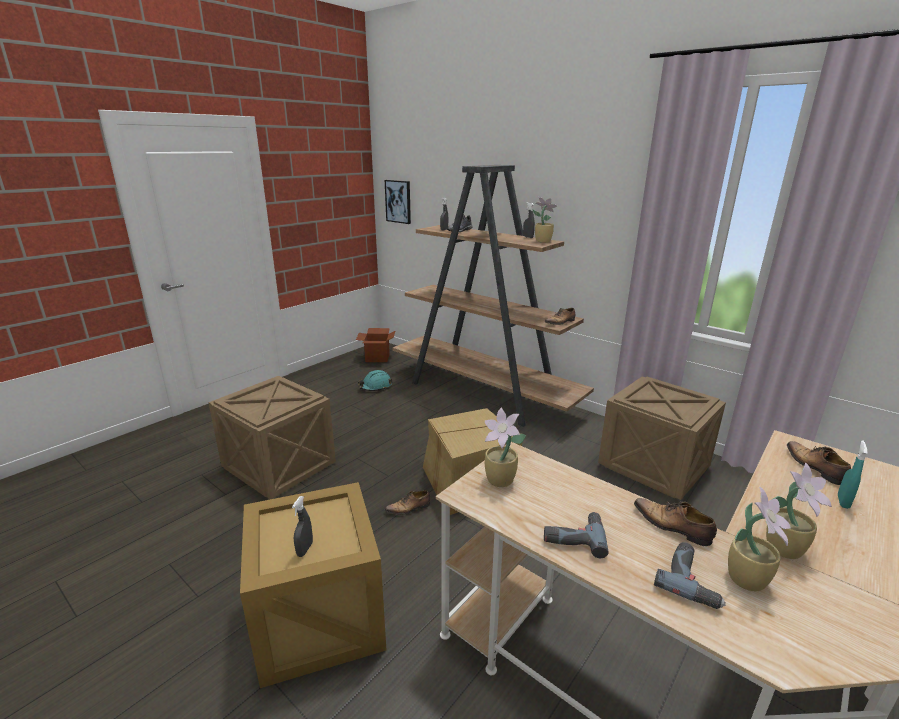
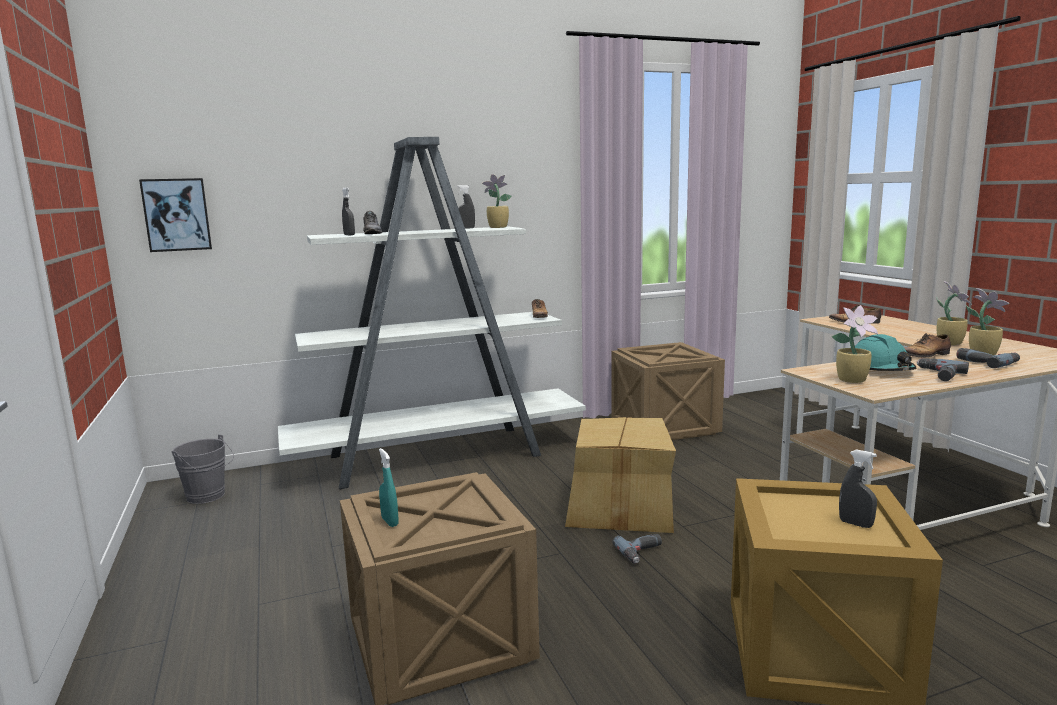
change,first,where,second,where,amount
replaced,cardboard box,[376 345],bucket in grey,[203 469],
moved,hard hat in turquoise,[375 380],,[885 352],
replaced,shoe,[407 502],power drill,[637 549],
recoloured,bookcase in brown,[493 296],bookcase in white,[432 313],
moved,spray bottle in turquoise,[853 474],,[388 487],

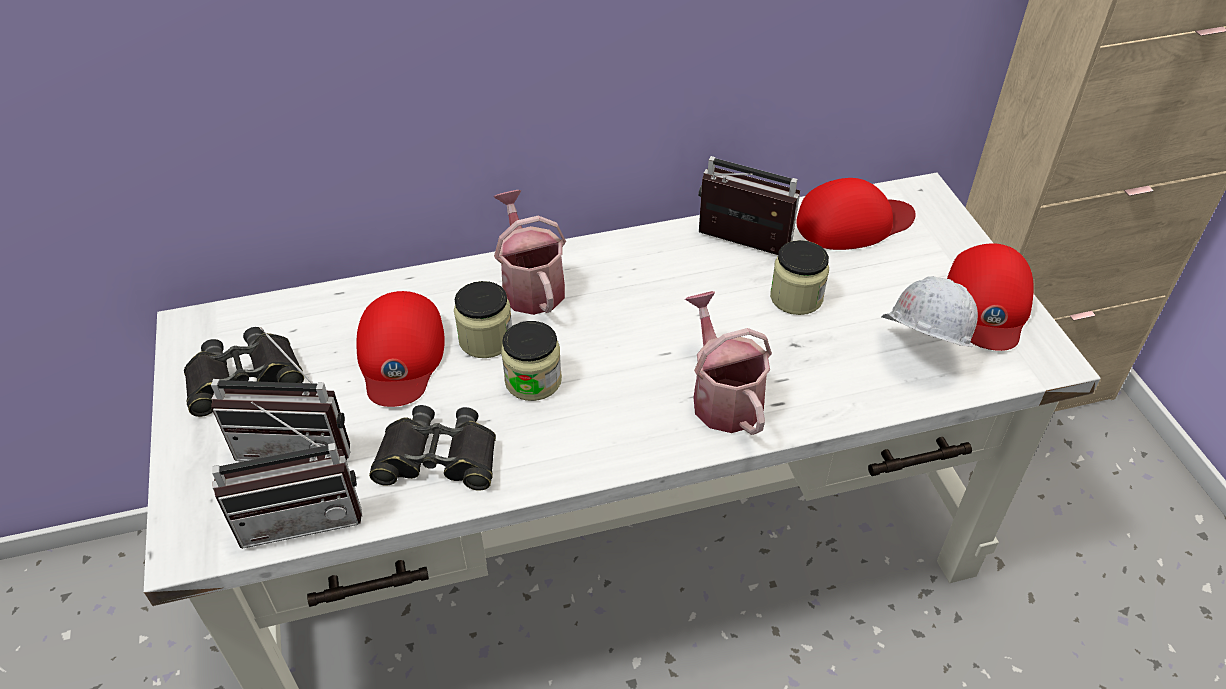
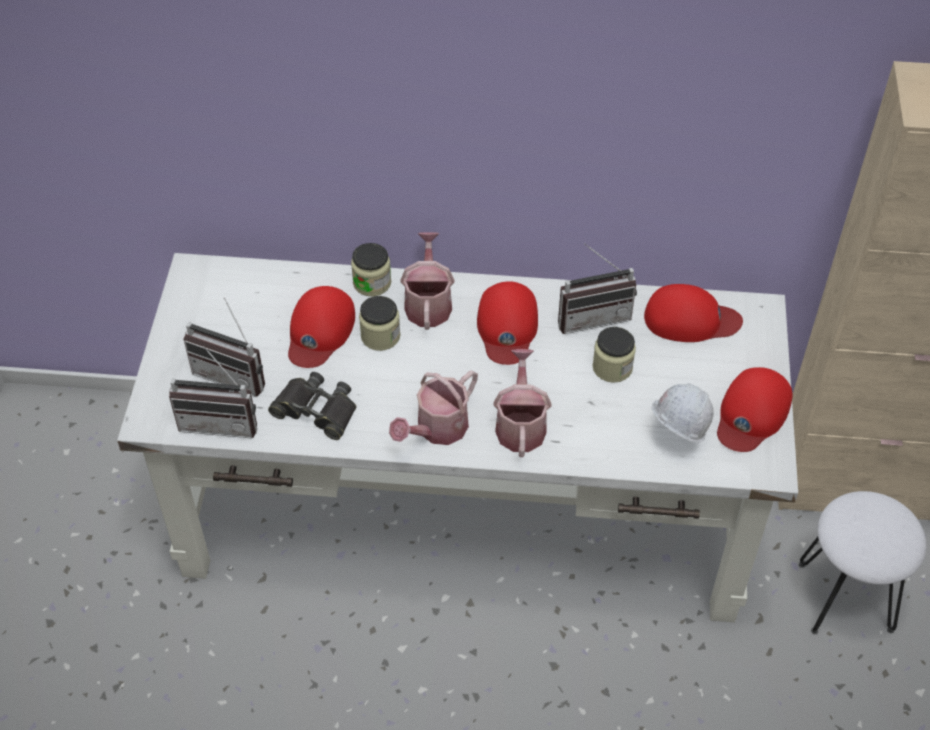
change,first,where,second,where,amount
removed,binoculars in black,[244 372],,,
moved,jar,[531 361],,[371 269],
turned,radio,[749 205],,[597 288],120 degrees clockwise
added,,,watering can,[433 407],
added,,,cap in red,[507 323],
added,,,stool in white,[863 562],

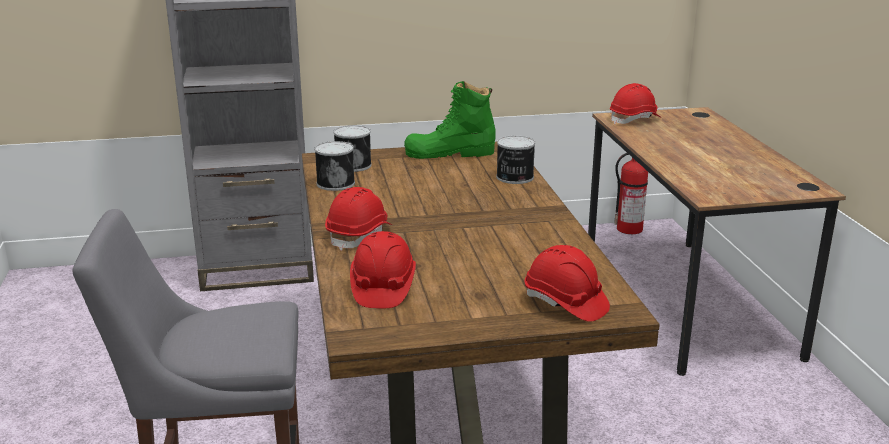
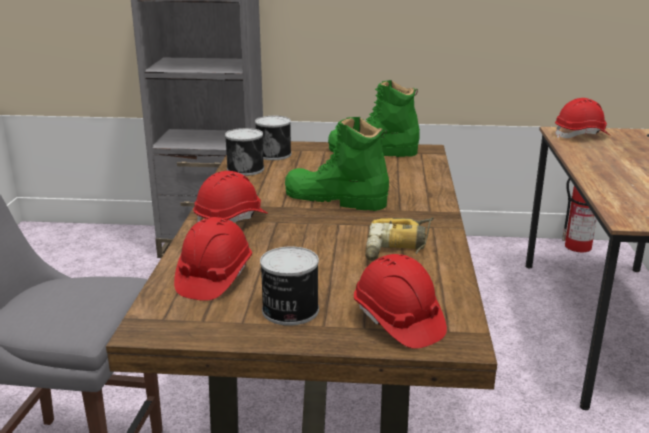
change,first,where,second,where,amount
moved,can,[515 159],,[289 286],
added,,,boot in green,[337 164],
added,,,power drill,[399 239],

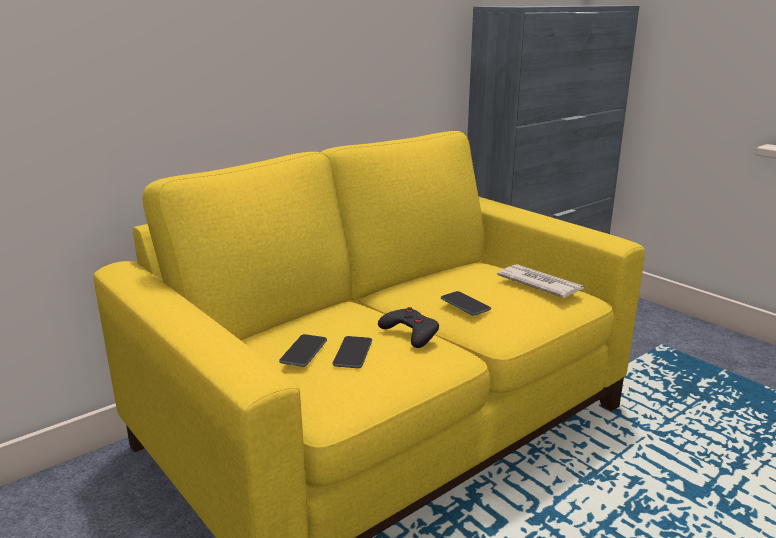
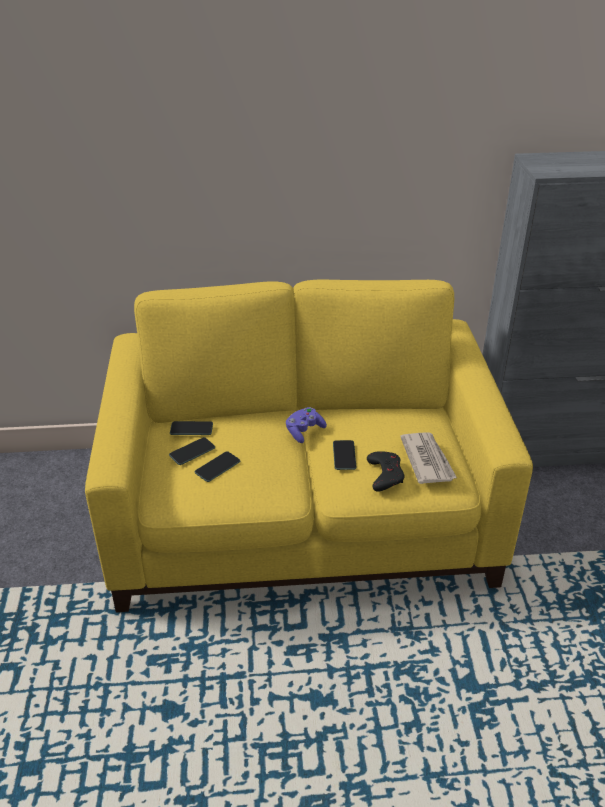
change,first,where,second,where,amount
moved,game controller in black,[408 327],,[386 471],
added,,,phone,[191 428],
added,,,game controller in purple,[306 425],

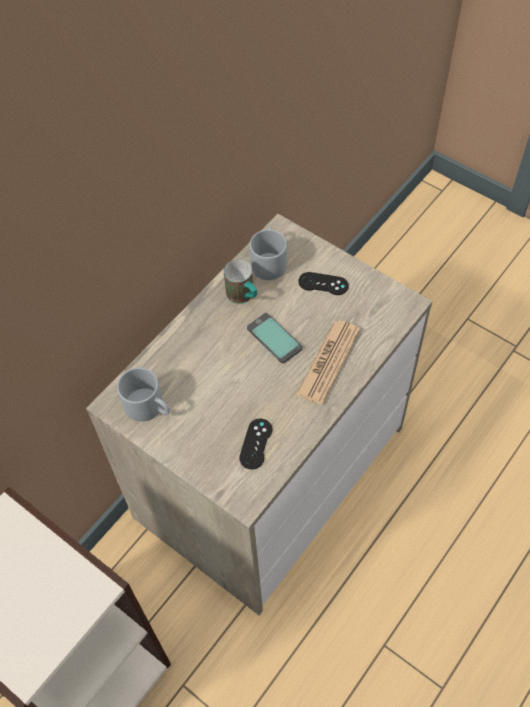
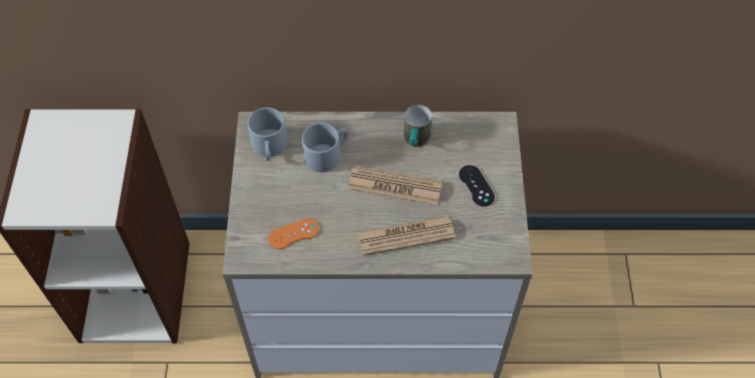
change,first,where,second,where,amount
recoloured,game controller in black,[255 444],game controller in orange,[293 233],
replaced,phone,[274 338],newspaper,[395 185],
moved,mug in grey,[268 253],,[325 147],

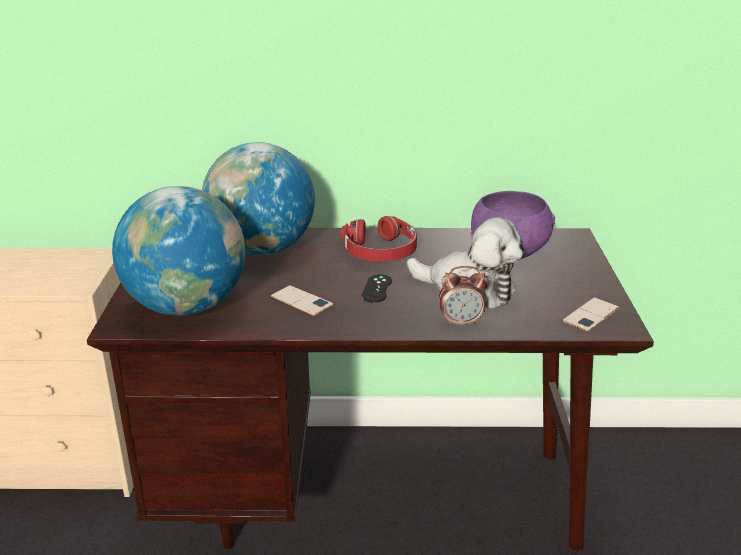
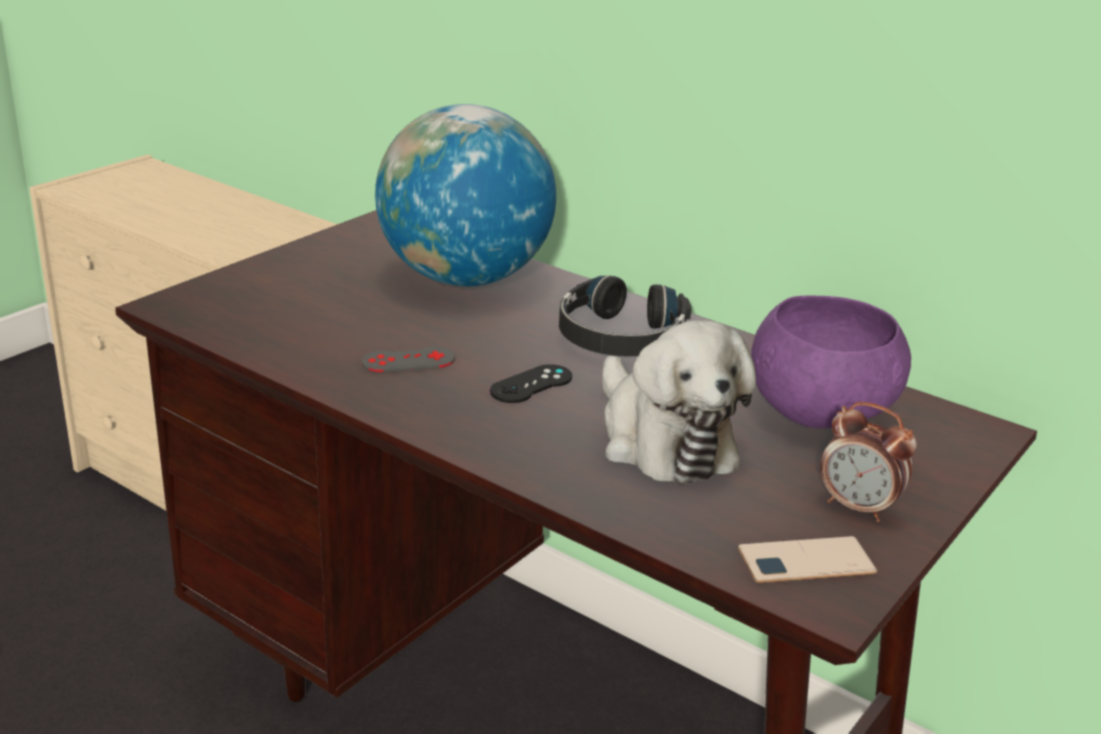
change,first,where,second,where,amount
removed,globe,[178 251],,,
replaced,phone,[302 300],game controller in grey,[408 359],
recoloured,headphones in red,[379 238],headphones in black,[625 316],
moved,alarm clock,[463 296],,[868 462],

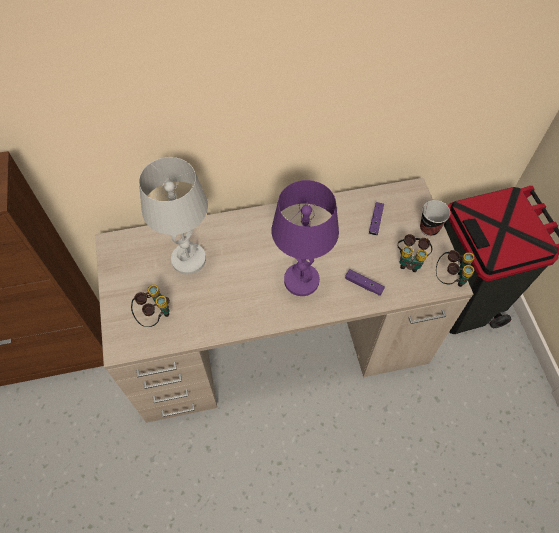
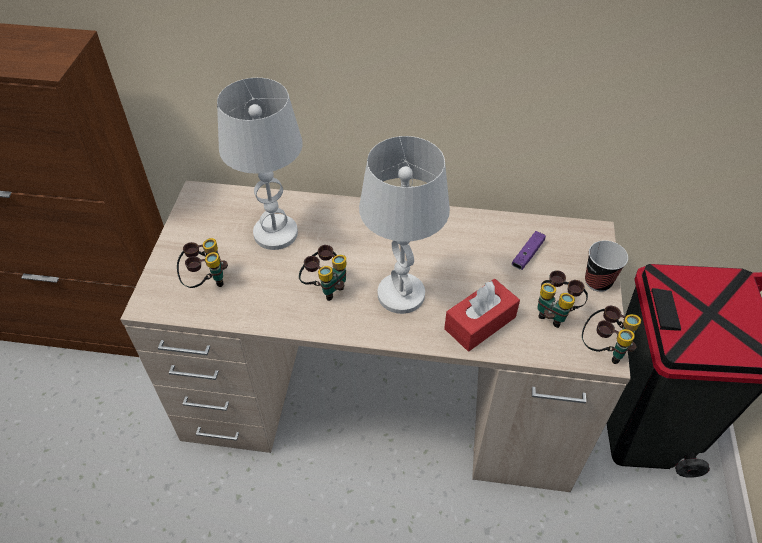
change,first,where,second,where,amount
recoloured,table lamp in purple,[305 238],table lamp in white,[404 225],
replaced,game controller in purple,[365 283],tissue box in red,[482 315],
added,,,binoculars,[322 273],

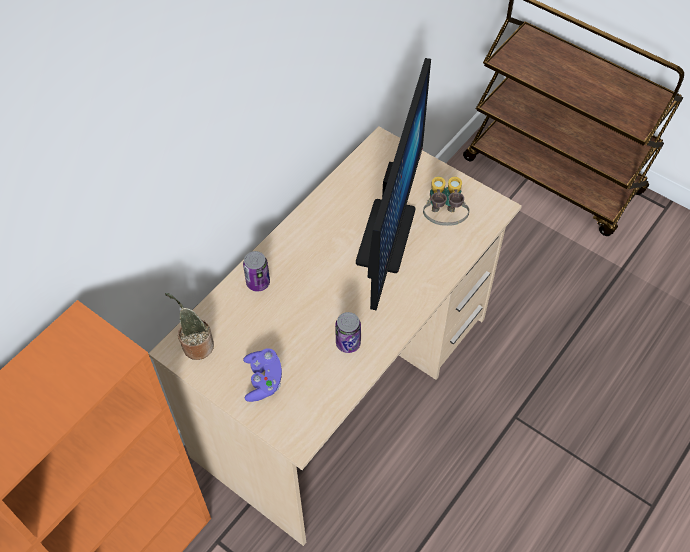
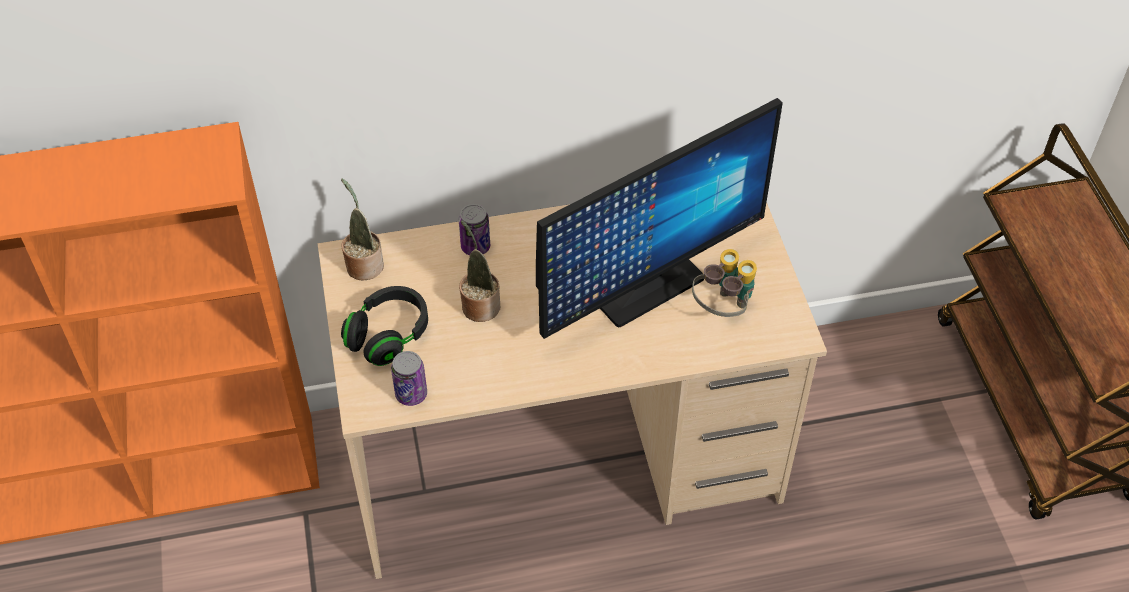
change,first,where,second,where,amount
replaced,game controller in purple,[262 375],headphones in black,[384 326],
moved,can,[348 332],,[409 378],
added,,,potted plant,[479 271],

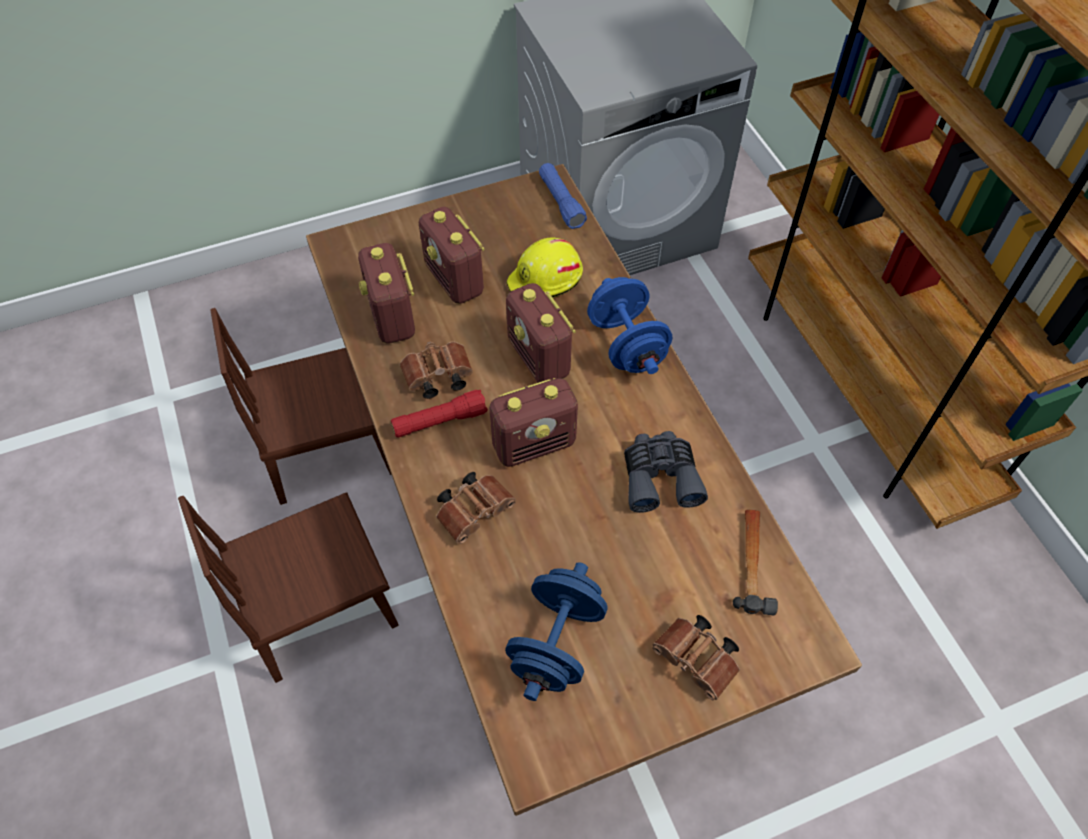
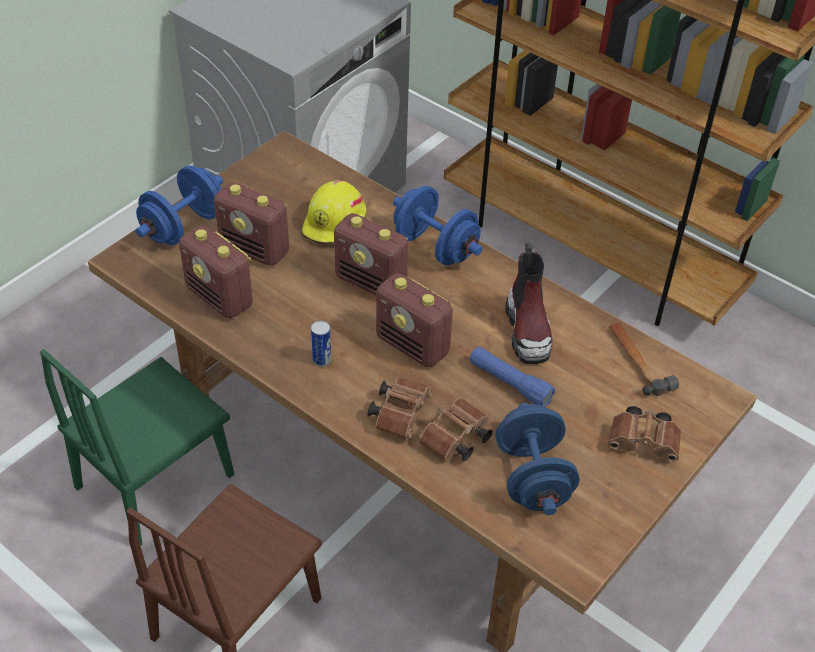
change,first,where,second,where,amount
recoloured,chair in brown,[300 406],chair in green,[137 447],
replaced,flashlight in red,[439 414],can,[321 344],
moved,binoculars in brown,[436 370],,[456 429],
turned,radio,[533 422],,[414 320],90 degrees clockwise
moved,flashlight in blue,[563 196],,[512 377],
replaced,binoculars in grey,[666 472],boot,[529 303],
added,,,dumbbell in blue,[179 205],

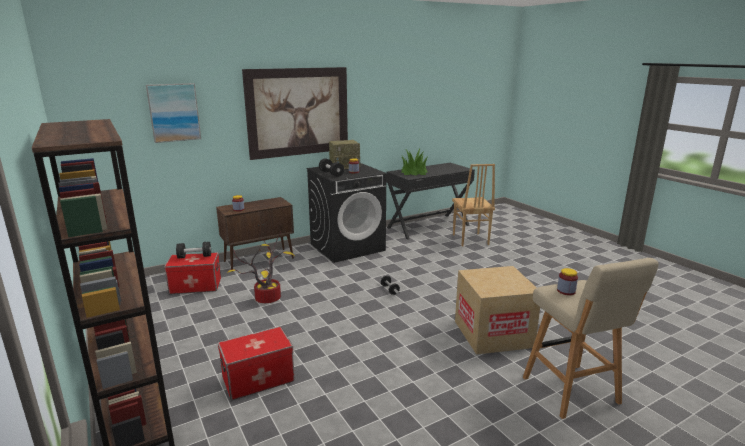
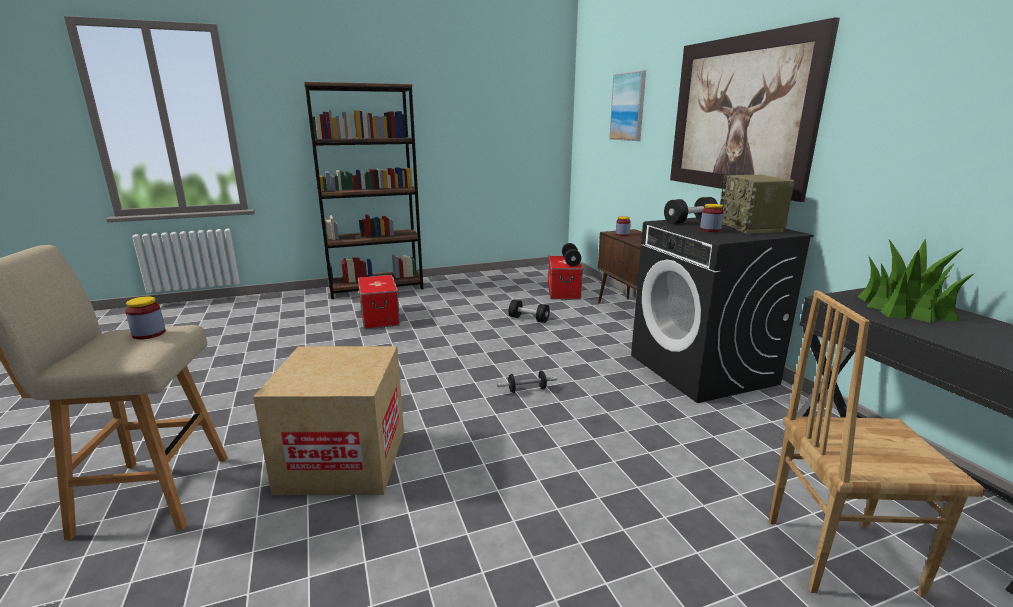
change,first,where,second,where,amount
replaced,potted plant,[261 267],dumbbell in black,[529 311],

